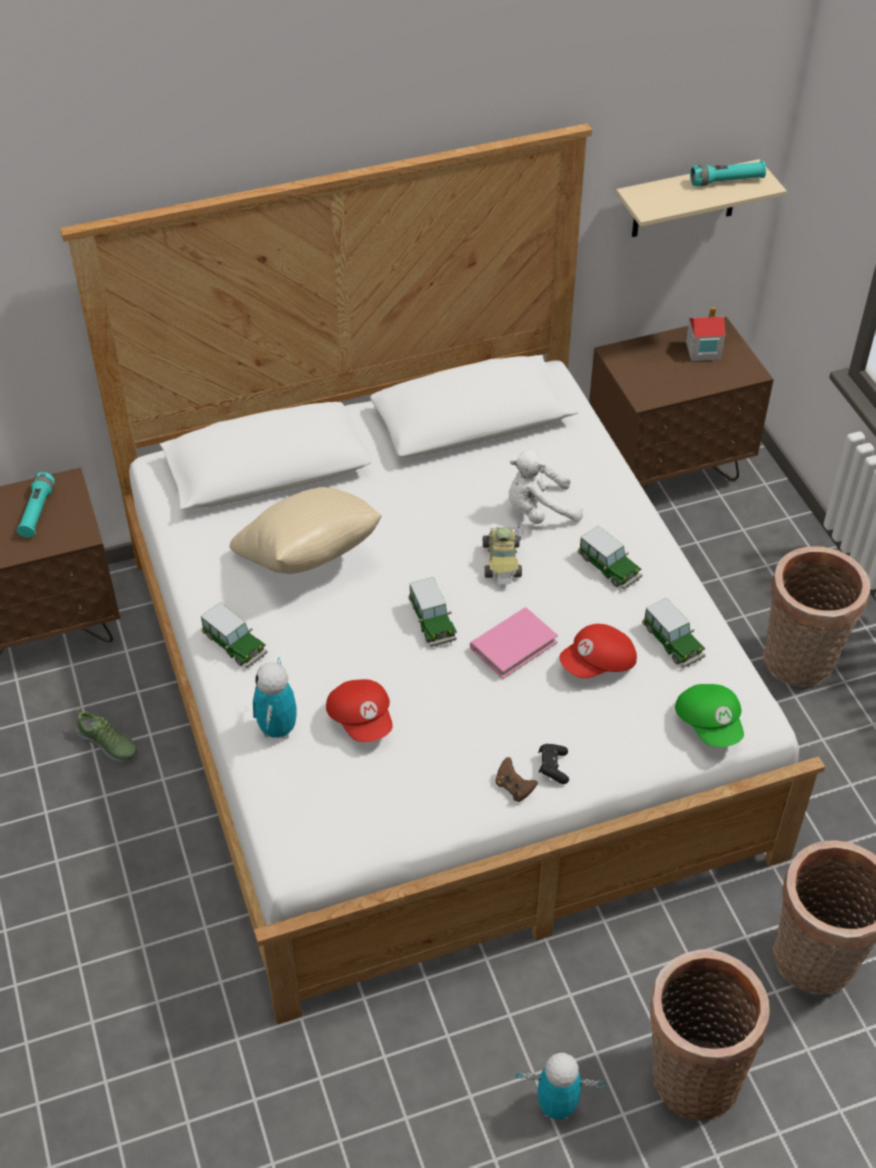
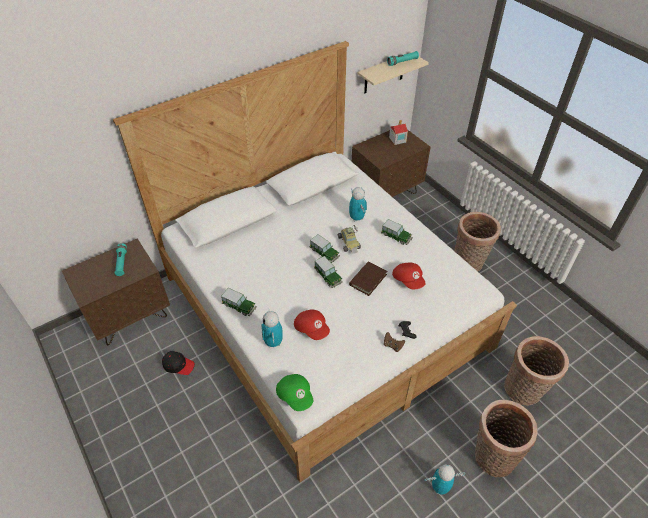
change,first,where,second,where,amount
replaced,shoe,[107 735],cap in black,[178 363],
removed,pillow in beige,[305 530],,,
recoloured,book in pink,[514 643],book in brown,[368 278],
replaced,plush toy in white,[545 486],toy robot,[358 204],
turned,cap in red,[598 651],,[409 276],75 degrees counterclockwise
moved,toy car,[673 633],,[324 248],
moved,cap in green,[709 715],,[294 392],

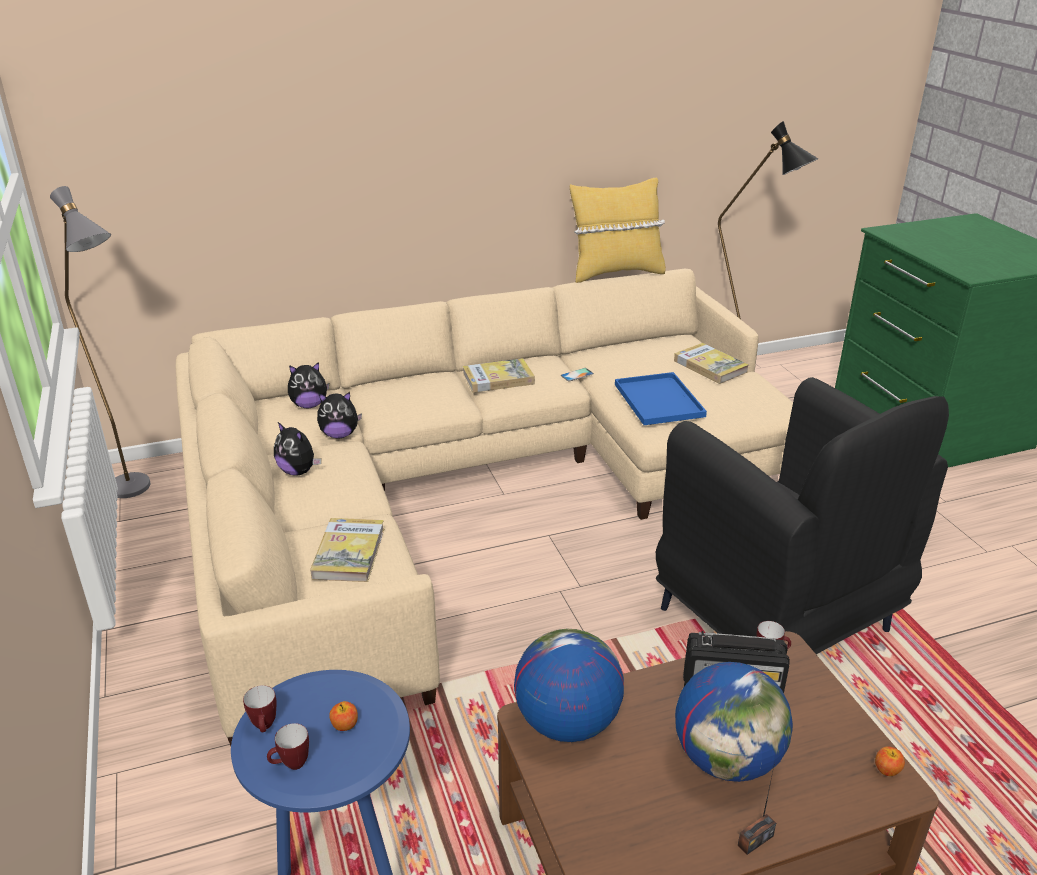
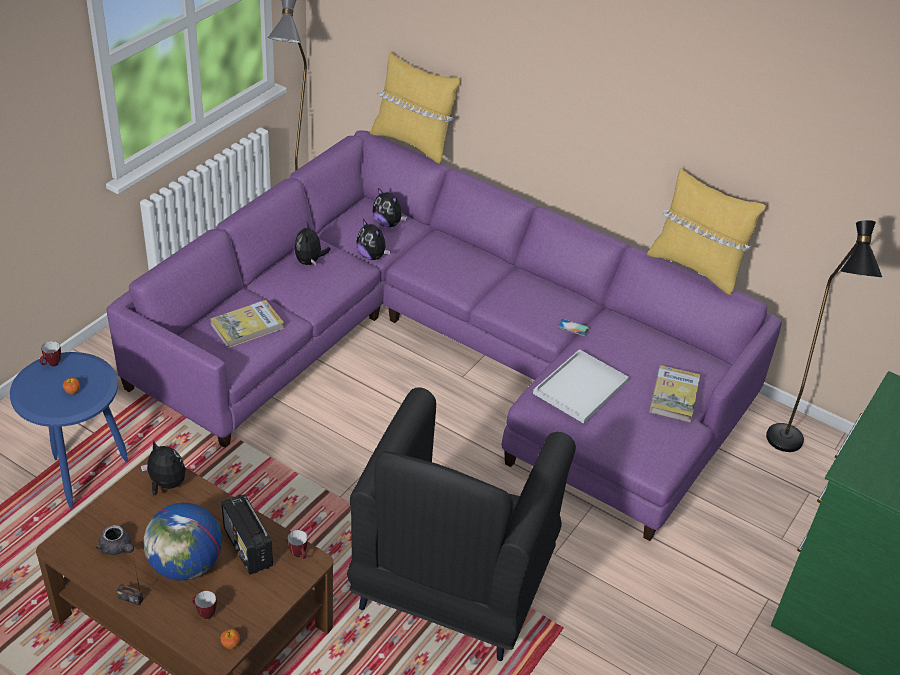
change,first,where,second,where,amount
recoloured,sofa in beige,[484 507],sofa in purple,[444 335],
moved,mug,[288 746],,[204 605],
removed,book,[499 375],,,
replaced,globe,[569 685],plush toy,[163 467],
recoloured,tray in blue,[661 398],tray in white,[581 386],
added,,,teapot in grey,[115 540],
added,,,pillow in yellow,[415 108],

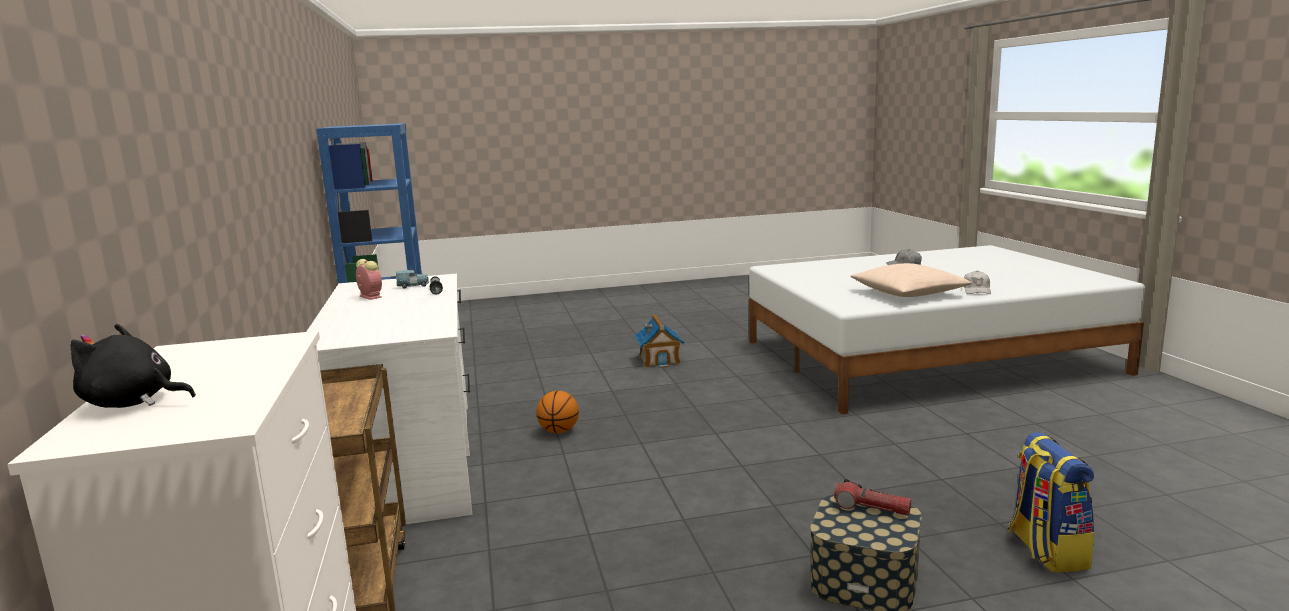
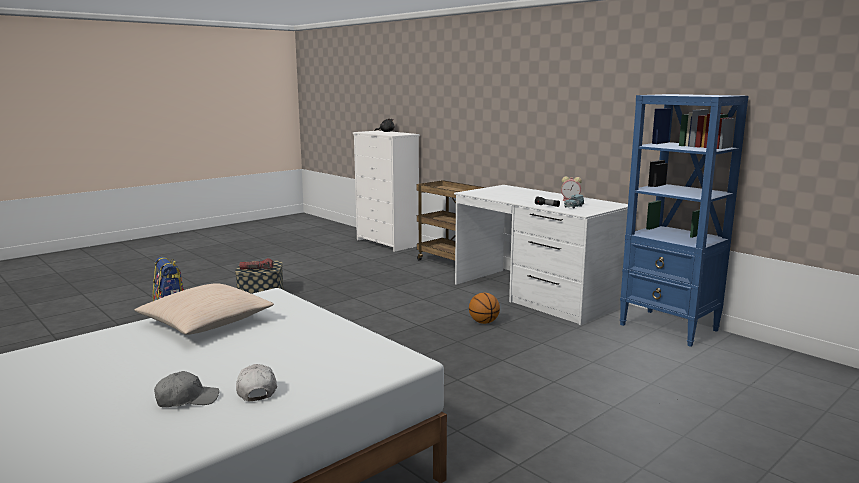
change,first,where,second,where,amount
removed,toy house,[659 341],,,
moved,cap in white,[977 282],,[256 382],

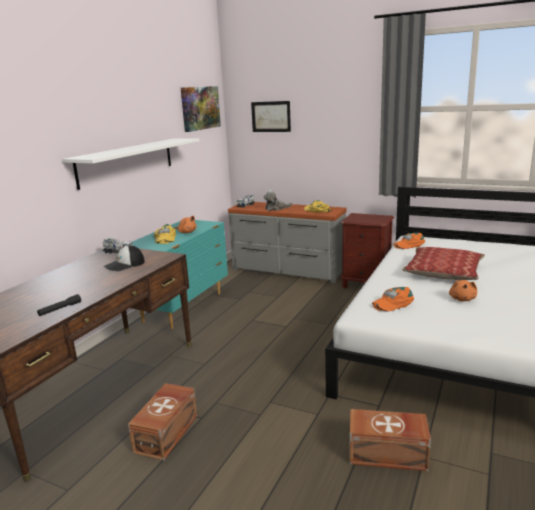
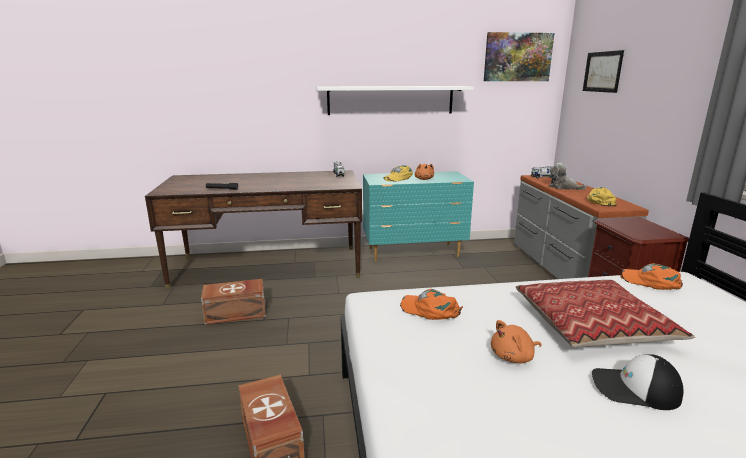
change,first,where,second,where,amount
moved,cap,[124 258],,[637 382],

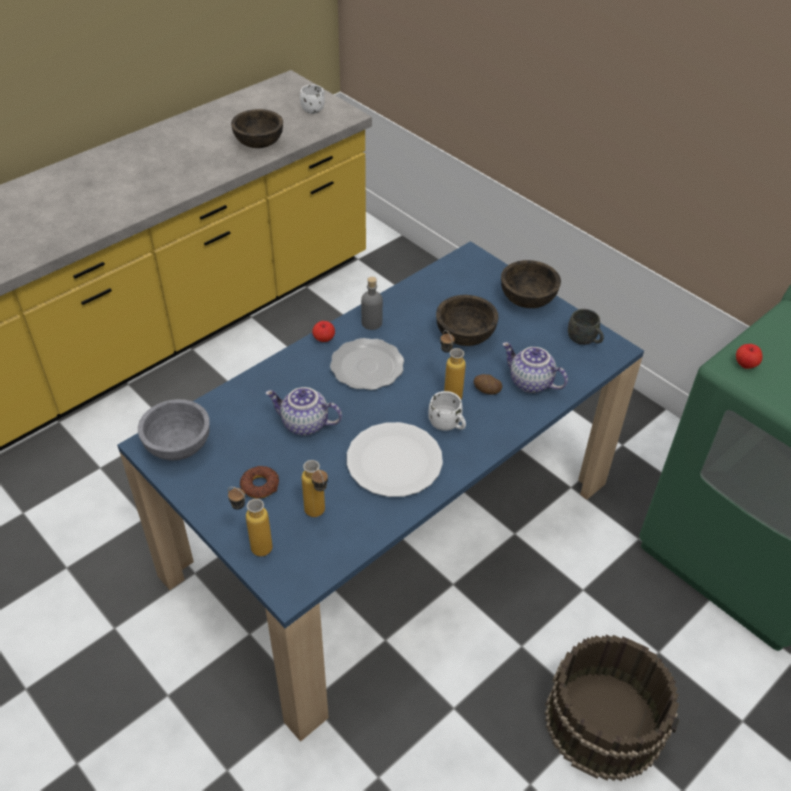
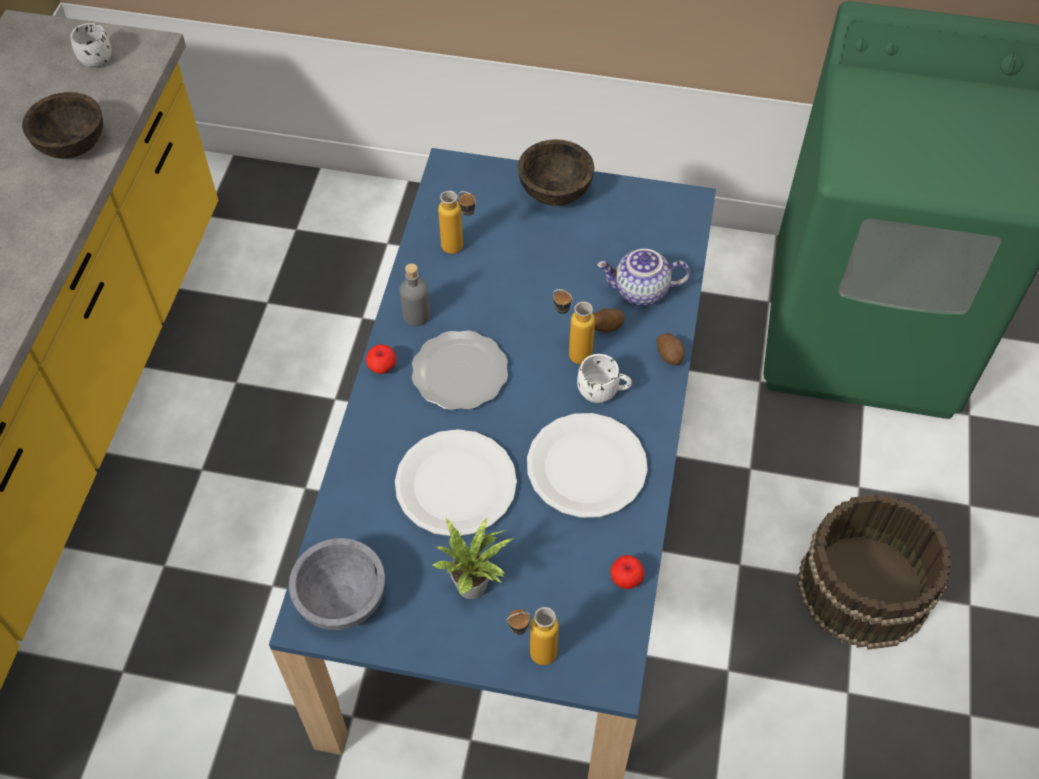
change,first,where,second,where,amount
replaced,donut,[259 482],potted plant,[473 558],
replaced,teapot,[303 411],plate in white,[456 482],
moved,bottle,[315 488],,[457 222],
removed,bowl in brown,[467 320],,,
removed,mug in grey,[586 327],,,
moved,apple,[749 356],,[628 572],
added,,,potato,[670 349],

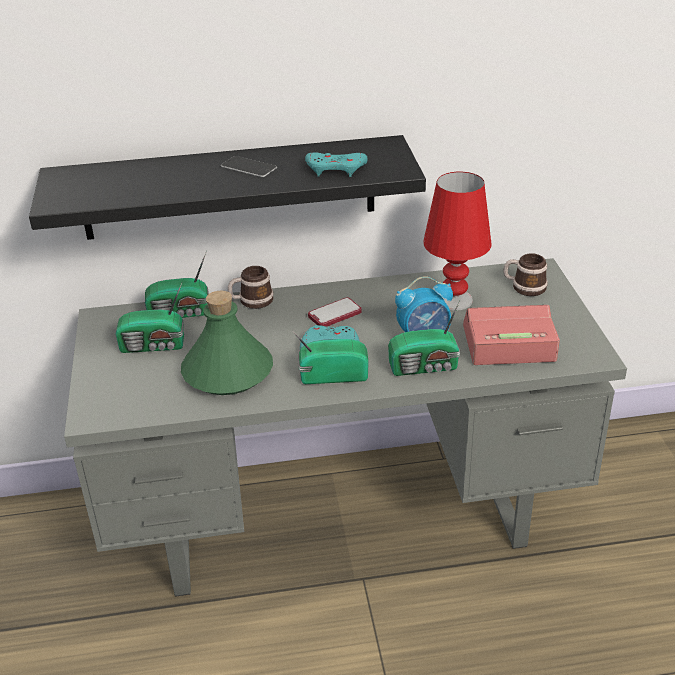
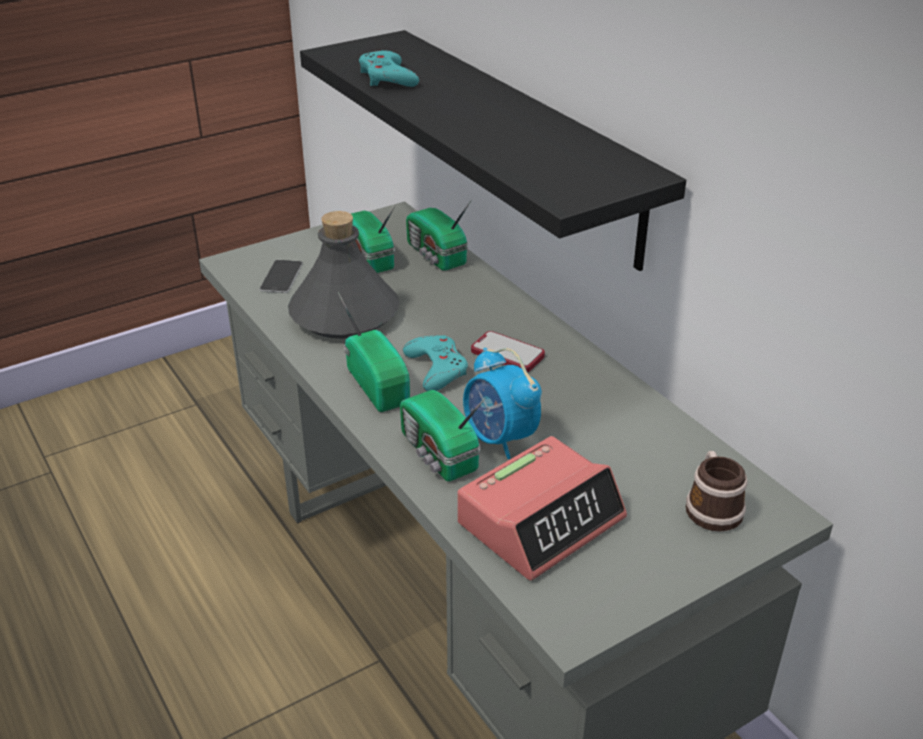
change,first,where,second,where,amount
recoloured,bottle in green,[227 343],bottle in grey,[343 275],
moved,phone,[249 166],,[281 276],
removed,mug,[251 287],,,
moved,game controller in turquoise,[336 164],,[389 68],
removed,table lamp in red,[458 241],,,
turned,alarm clock,[511 335],,[542 508],75 degrees clockwise

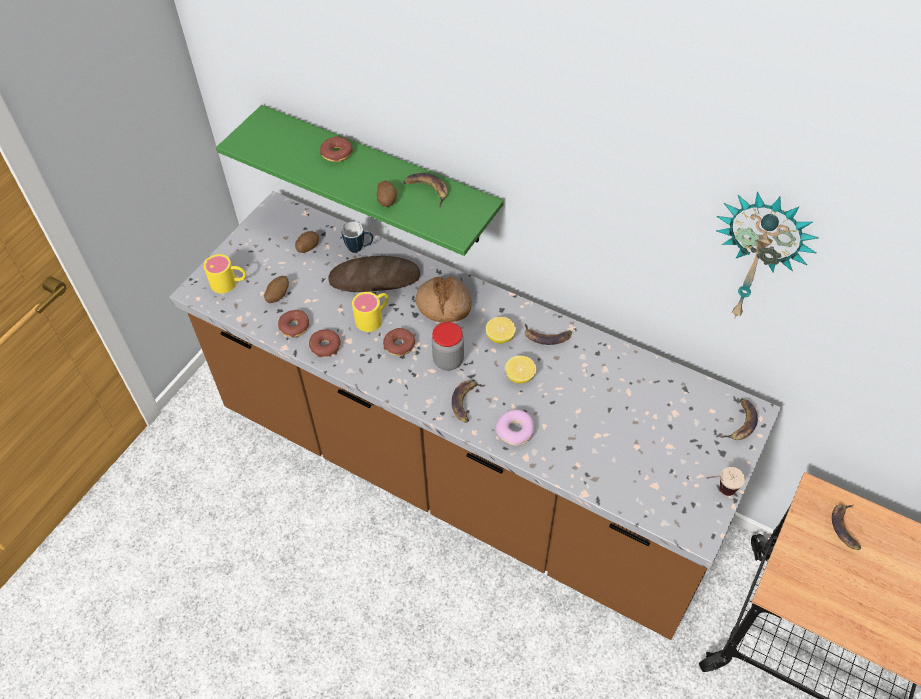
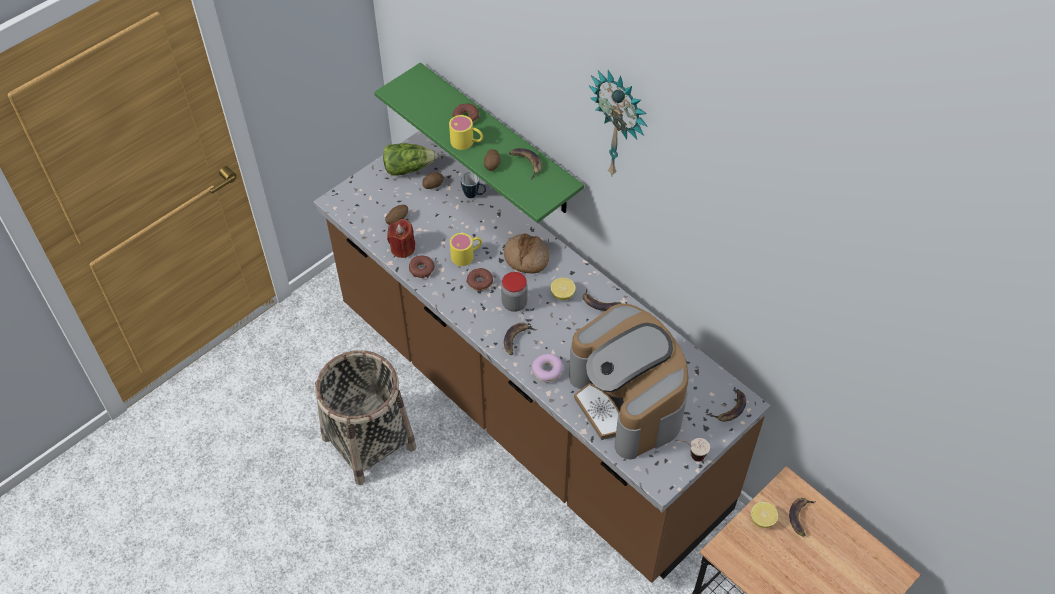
change,first,where,second,where,amount
moved,mug in yellow,[225 274],,[466 132],
replaced,donut,[293 324],candle in red,[401 238],
removed,bread,[374 274],,,
moved,lemon,[520 369],,[764 515],
moved,wall clock,[767 255],,[618 123],
added,,,basket,[366 417],
added,,,lettuce,[410 159],
added,,,coffee machine,[628 382],

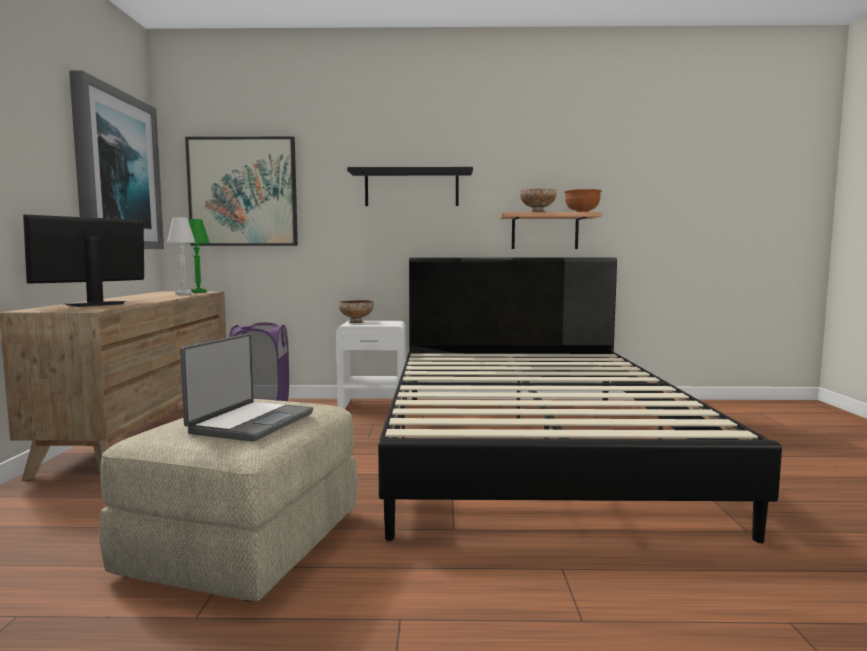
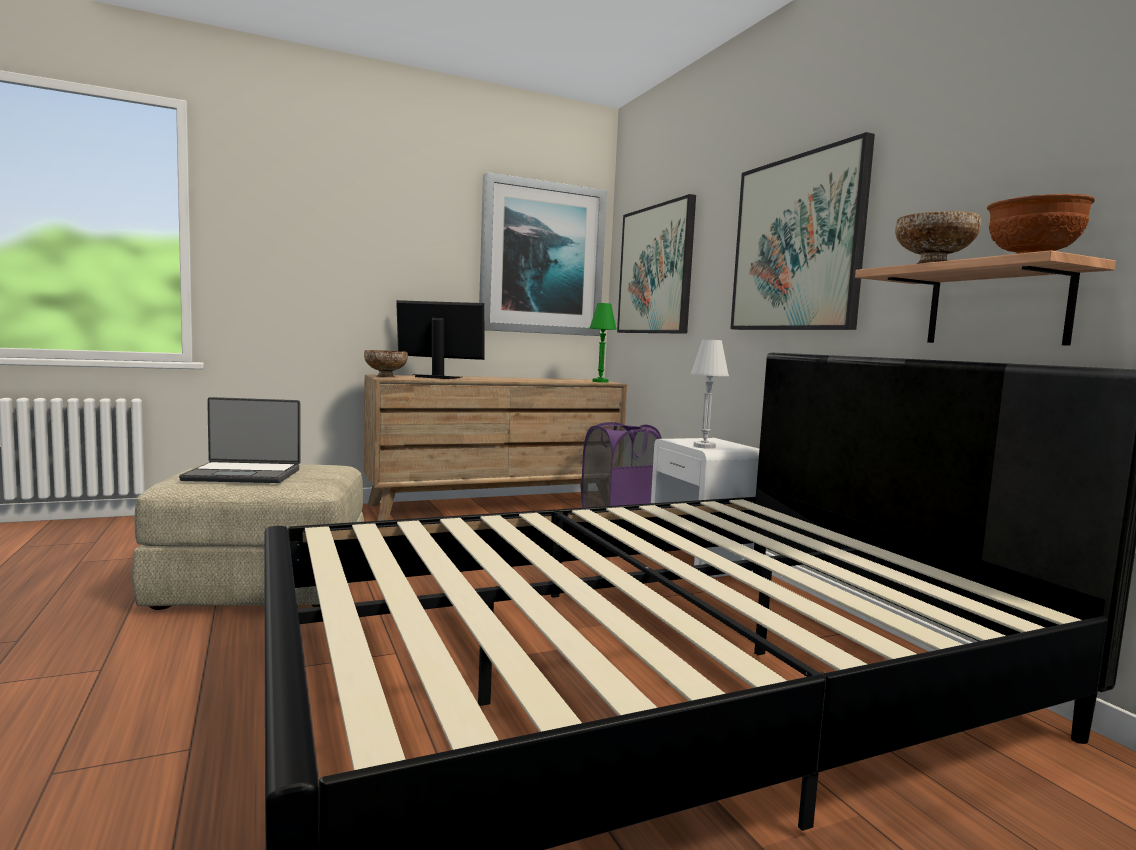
change,first,where,second,where,amount
moved,table lamp in white,[181 256],,[710 394],
moved,bowl,[356 311],,[386 363],
replaced,shelf in black,[410 186],picture,[802 231],

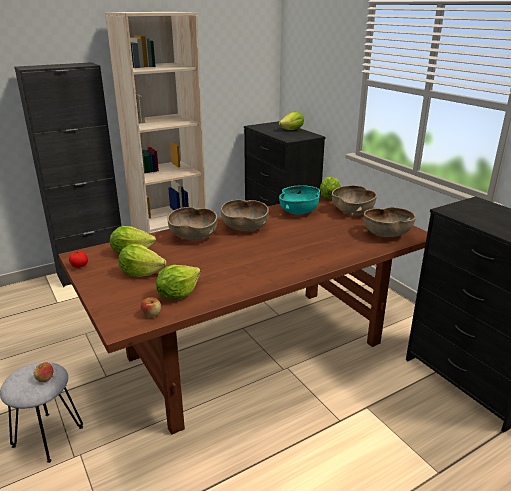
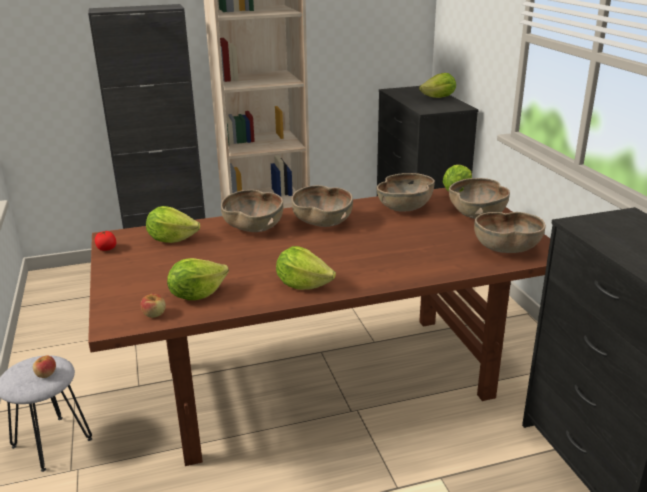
change,first,where,second,where,amount
moved,lettuce,[142 260],,[306 268],
recoloured,bowl in turquoise,[299 200],bowl in brown,[406 192],

